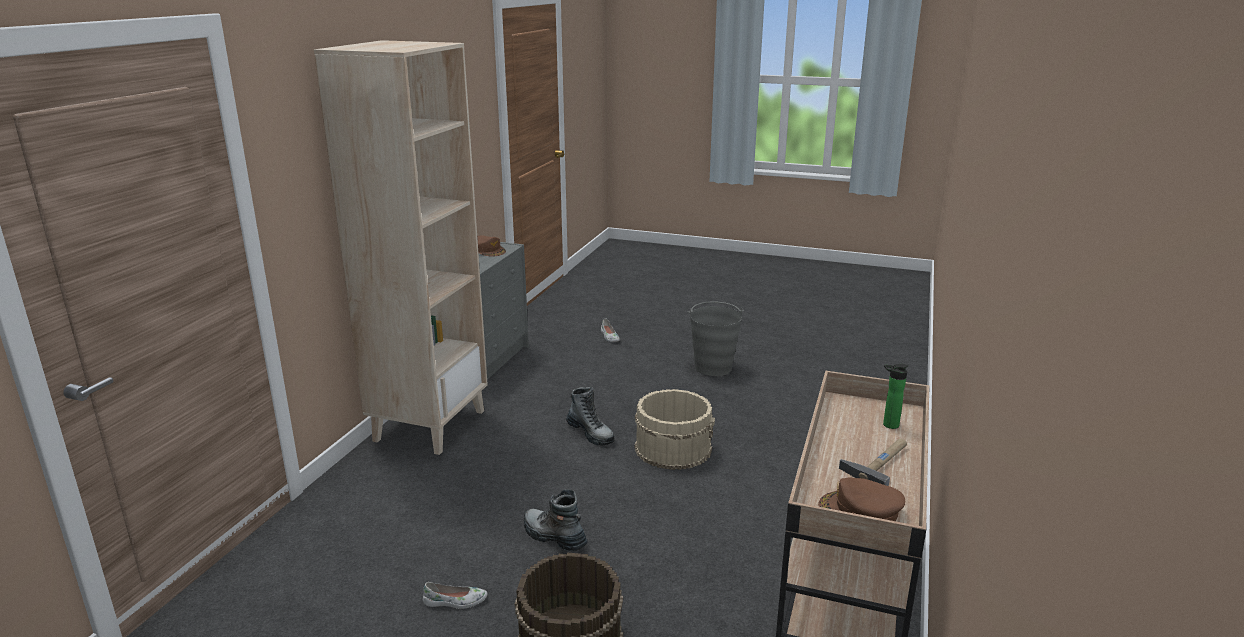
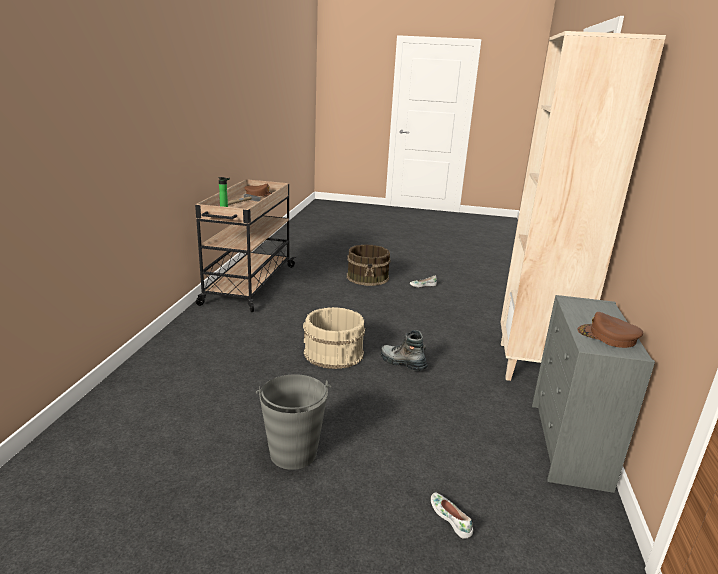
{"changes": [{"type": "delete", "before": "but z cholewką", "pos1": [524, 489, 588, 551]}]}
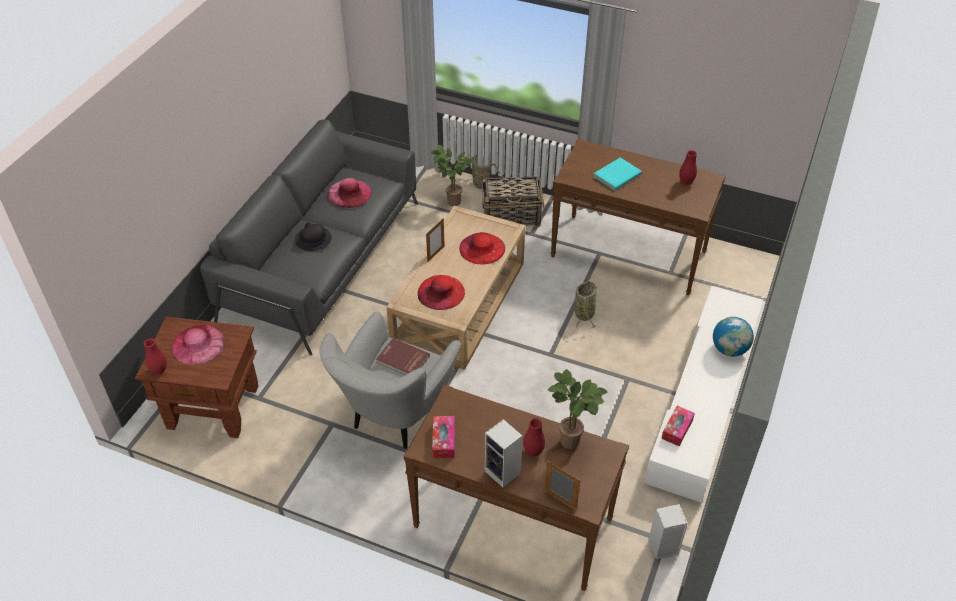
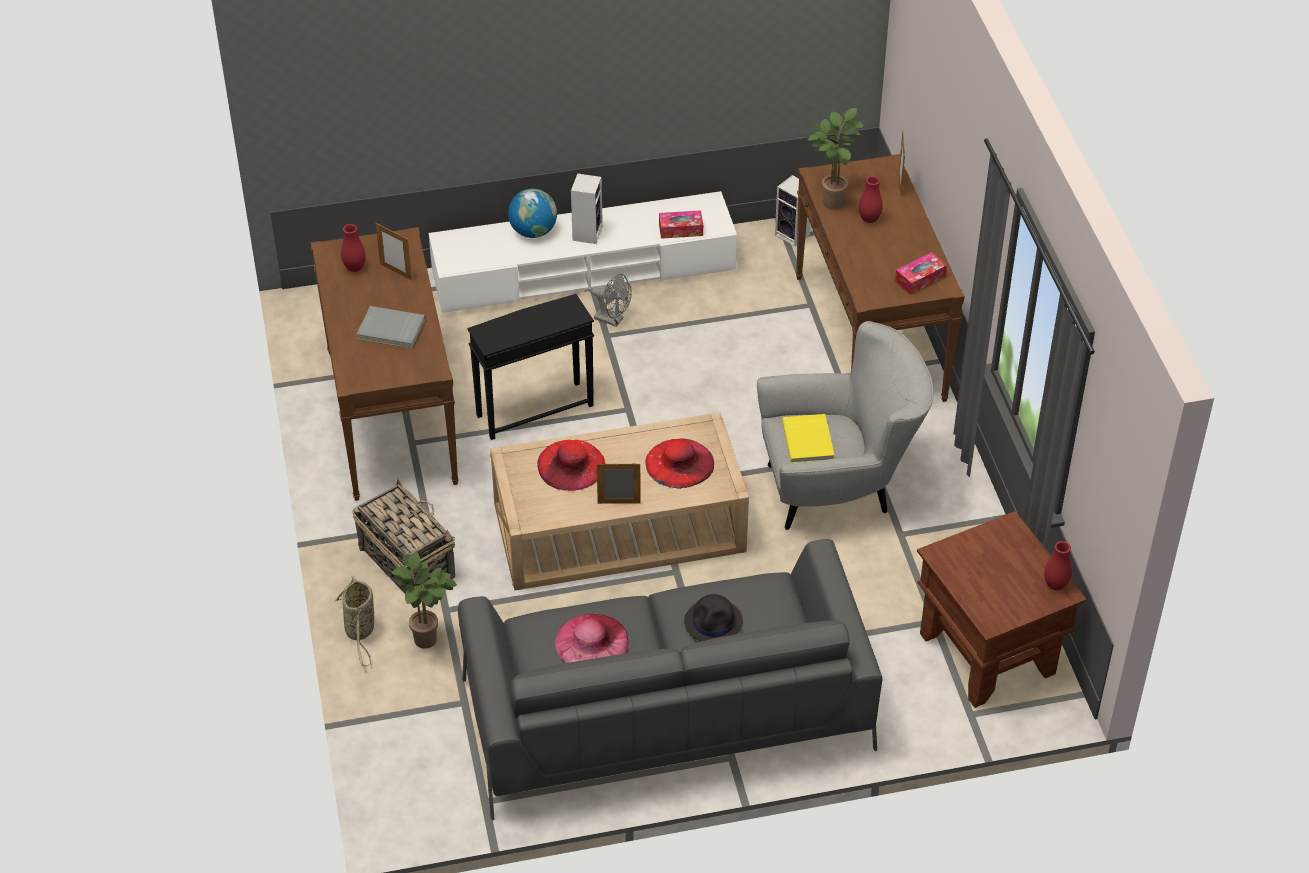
{"changes": [{"type": "recolor", "before": "książka (turkusowy)", "after": "książka (szary)", "pos1": [594, 157, 642, 191], "pos2": [357, 306, 425, 348]}, {"type": "insert", "after": "ramka na zdjęcie", "pos2": [376, 223, 412, 280]}, {"type": "replace", "before": "koszyk", "after": "stolik (czarny)", "pos1": [575, 281, 597, 330], "pos2": [467, 294, 594, 440]}, {"type": "move", "before": "głośnik", "pos1": [485, 419, 523, 488], "pos2": [571, 173, 603, 244]}, {"type": "insert", "after": "wentylator (szary)", "pos2": [591, 274, 632, 327]}, {"type": "recolor", "before": "książka (czerwony)", "after": "książka (żółty)", "pos1": [376, 338, 430, 375], "pos2": [782, 414, 834, 463]}, {"type": "delete", "before": "kapelusz (różowy)", "pos1": [172, 325, 225, 364]}]}
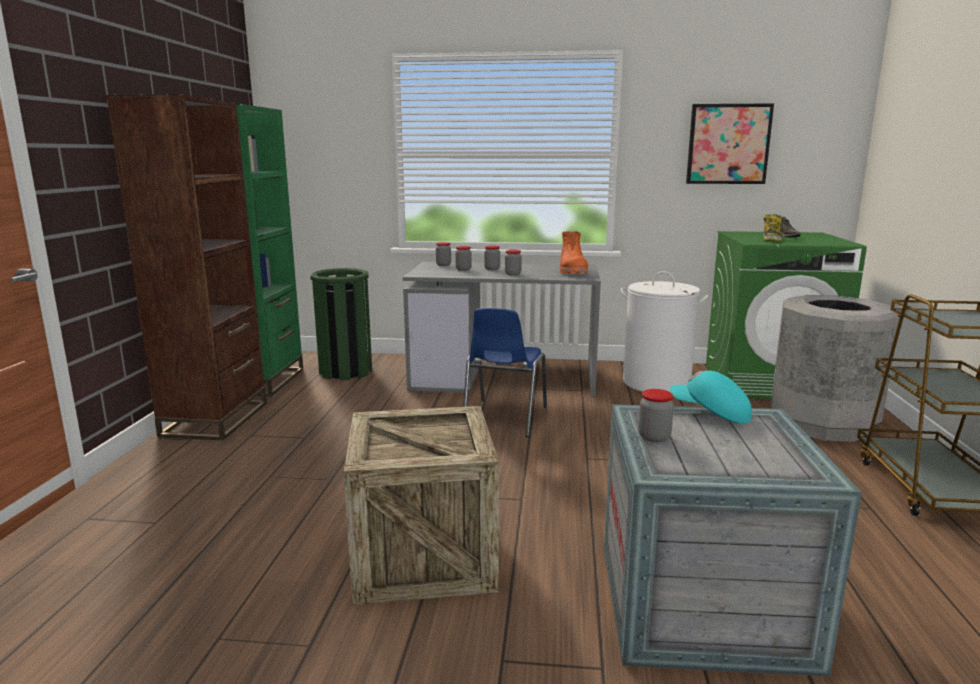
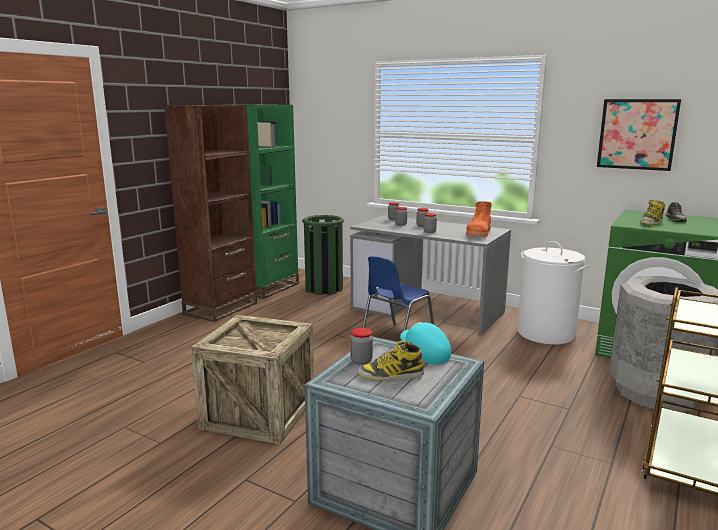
{"changes": [{"type": "insert", "after": "but z cholewką", "pos2": [358, 340, 424, 381]}]}
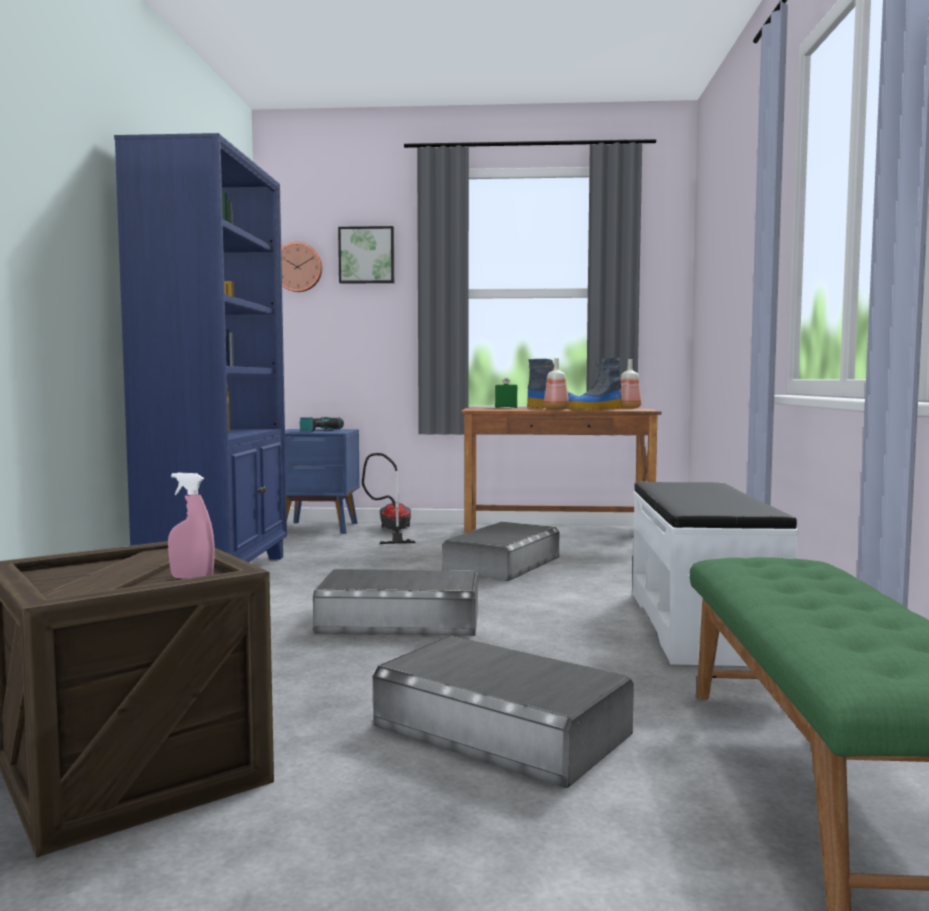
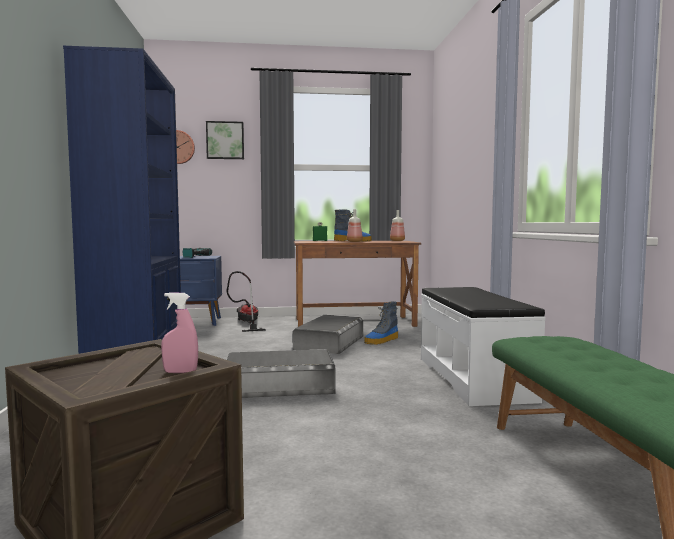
{"changes": [{"type": "move", "before": "but z cholewką", "pos1": [571, 358, 622, 410], "pos2": [364, 301, 398, 345]}, {"type": "delete", "before": "pojemnik do przechowywania (szary)", "pos1": [373, 636, 634, 788]}]}
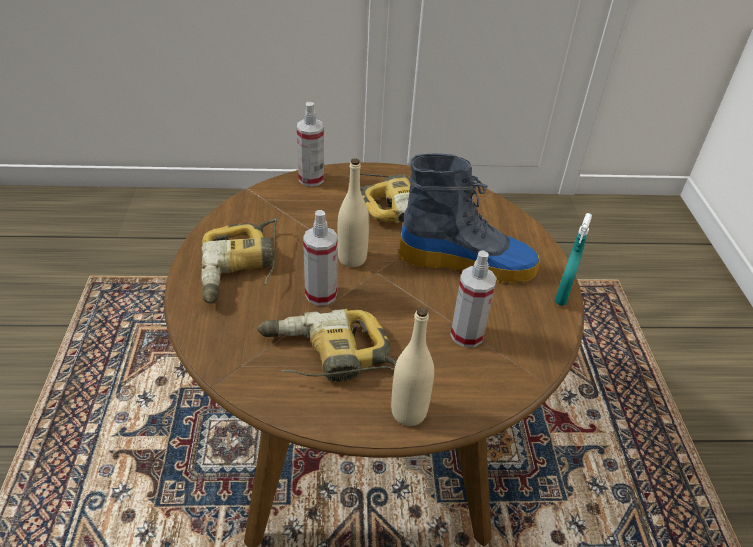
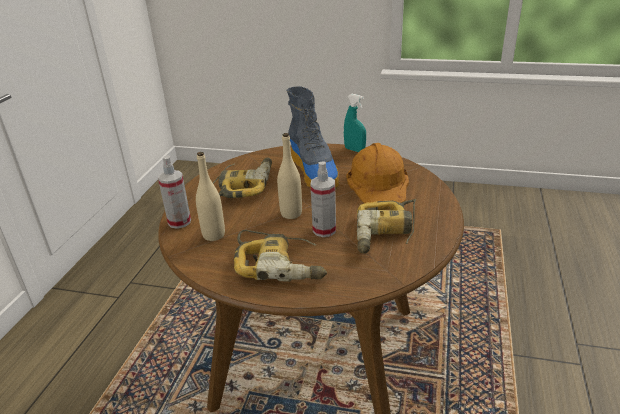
{"changes": [{"type": "move", "before": "butelka (beżowy)", "pos1": [391, 307, 434, 426], "pos2": [196, 152, 225, 241]}, {"type": "rotate", "before": "but z cholewką", "pos1": [398, 153, 540, 284], "pos2": [286, 86, 339, 190], "turn": 135}, {"type": "replace", "before": "spryskiwacz", "after": "kask (pomarańczowy)", "pos1": [450, 250, 497, 347], "pos2": [346, 143, 409, 203]}]}
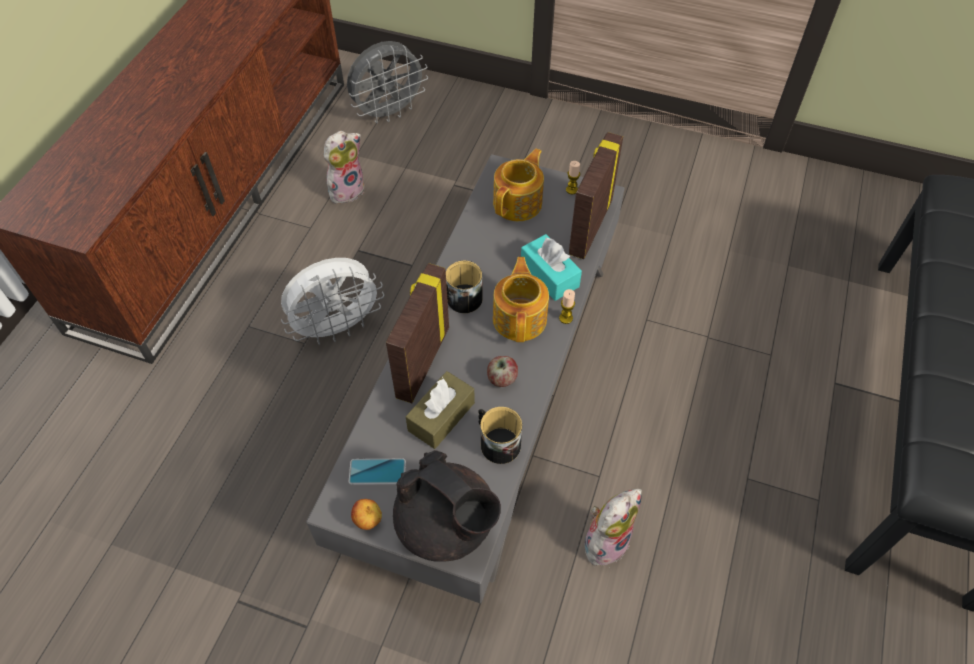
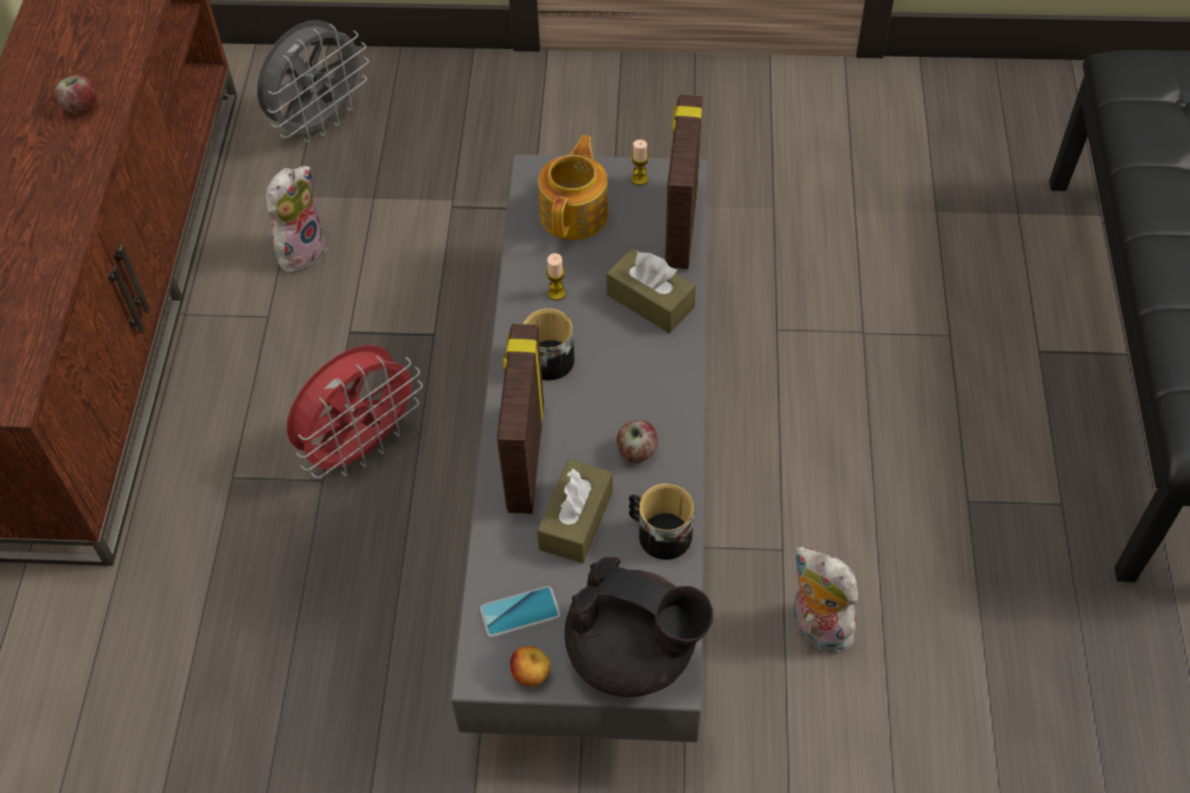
{"changes": [{"type": "insert", "after": "jabłko", "pos2": [54, 75, 96, 114]}, {"type": "recolor", "before": "wentylator (biały)", "after": "wentylator (czerwony)", "pos1": [281, 258, 384, 345], "pos2": [287, 345, 423, 479]}, {"type": "move", "before": "świeca", "pos1": [559, 289, 575, 324], "pos2": [546, 253, 566, 300]}, {"type": "recolor", "before": "pudełko chusteczek (turkusowy)", "after": "pudełko chusteczek (brązowy)", "pos1": [521, 234, 582, 301], "pos2": [606, 248, 696, 333]}, {"type": "rotate", "before": "pluszak", "pos1": [584, 489, 642, 566], "pos2": [793, 547, 858, 654], "turn": -75}, {"type": "delete", "before": "imbryk", "pos1": [493, 257, 549, 342]}]}
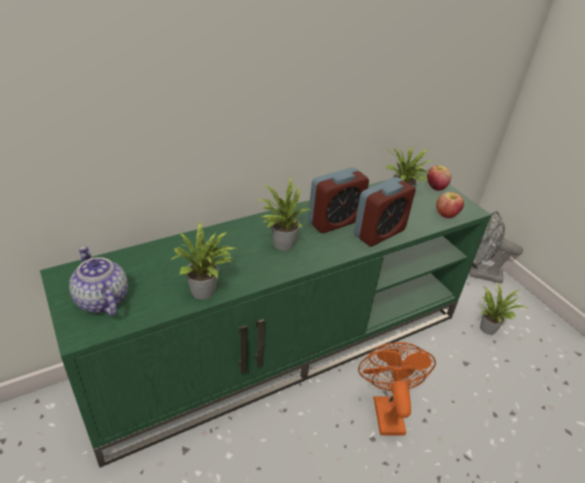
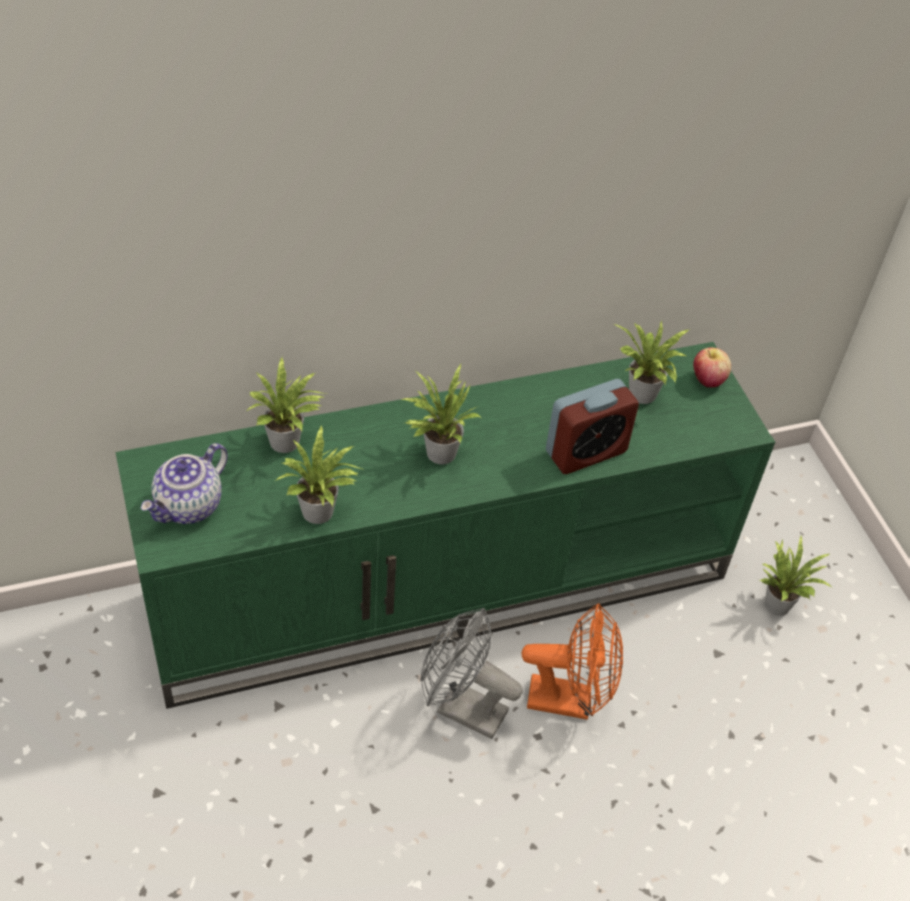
{"changes": [{"type": "rotate", "before": "imbryk", "pos1": [69, 246, 128, 316], "pos2": [141, 443, 228, 524], "turn": -120}, {"type": "insert", "after": "roślina doniczkowa", "pos2": [247, 357, 326, 453]}, {"type": "move", "before": "wentylator (szary)", "pos1": [470, 211, 523, 284], "pos2": [420, 608, 523, 739]}, {"type": "rotate", "before": "wentylator (pomarańczowy)", "pos1": [358, 342, 436, 436], "pos2": [521, 603, 623, 720], "turn": 90}, {"type": "delete", "before": "budzik", "pos1": [308, 167, 369, 233]}, {"type": "delete", "before": "jabłko", "pos1": [436, 192, 464, 218]}]}
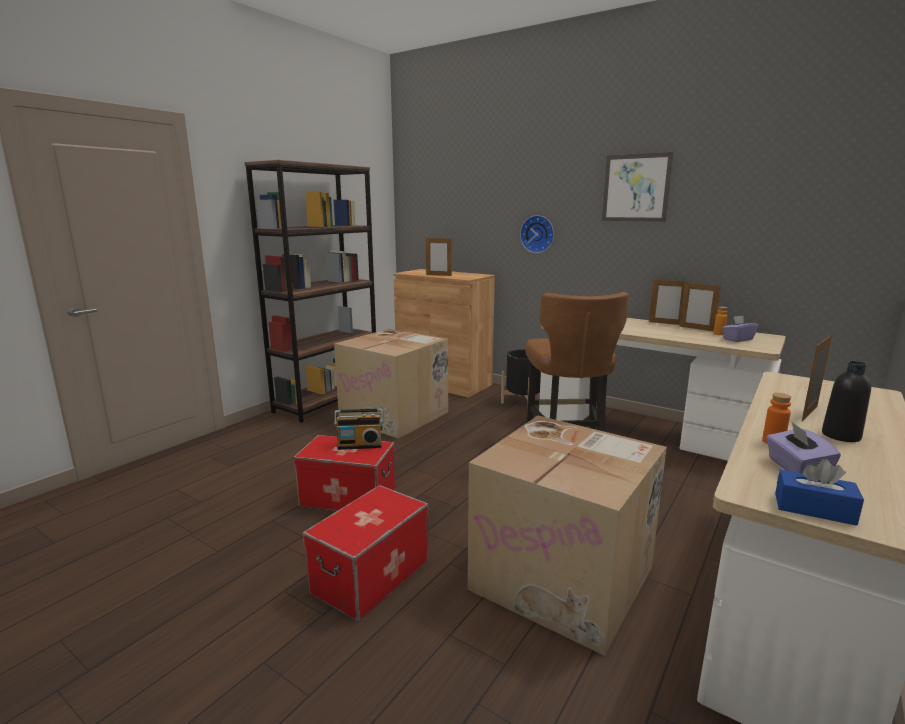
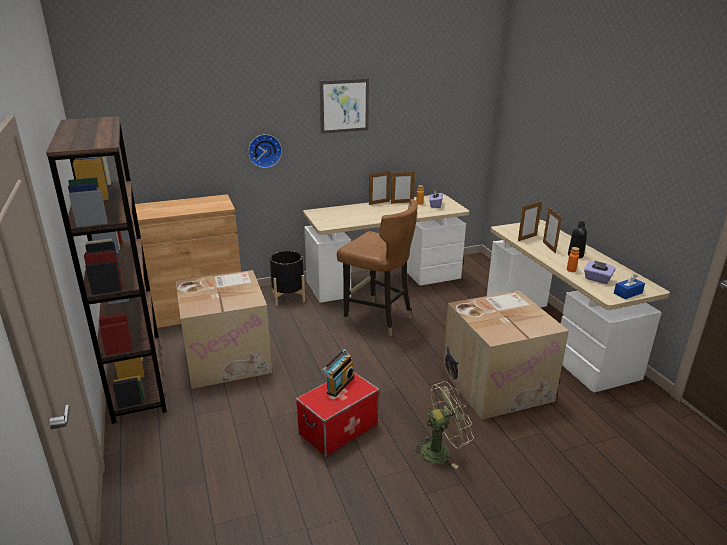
{"changes": [{"type": "replace", "before": "pojemnik do przechowywania", "after": "wentylator (zielony)", "pos1": [303, 485, 428, 622], "pos2": [411, 381, 474, 469]}, {"type": "move", "before": "ramka na zdjęcie", "pos1": [426, 237, 452, 276], "pos2": [518, 201, 542, 241]}]}
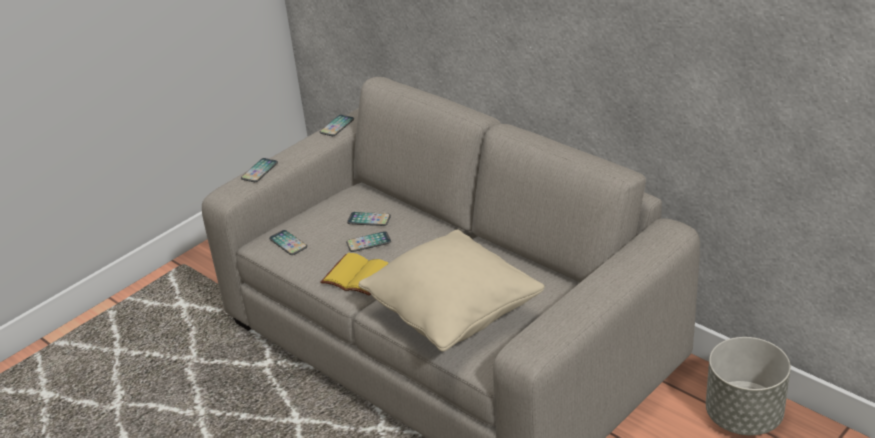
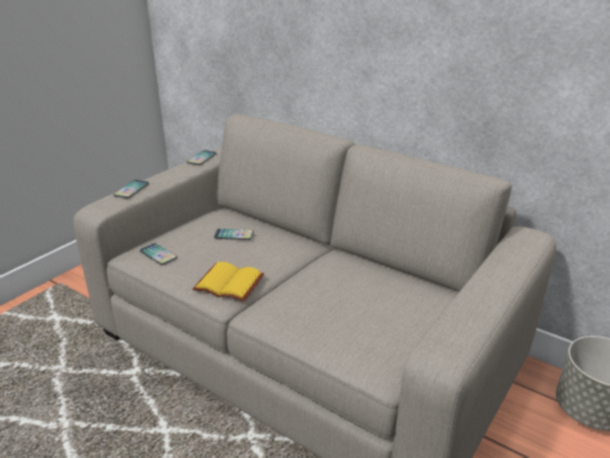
{"changes": [{"type": "delete", "before": "telefon", "pos1": [346, 231, 391, 252]}, {"type": "delete", "before": "poduszka (beżowy)", "pos1": [358, 229, 545, 351]}]}
